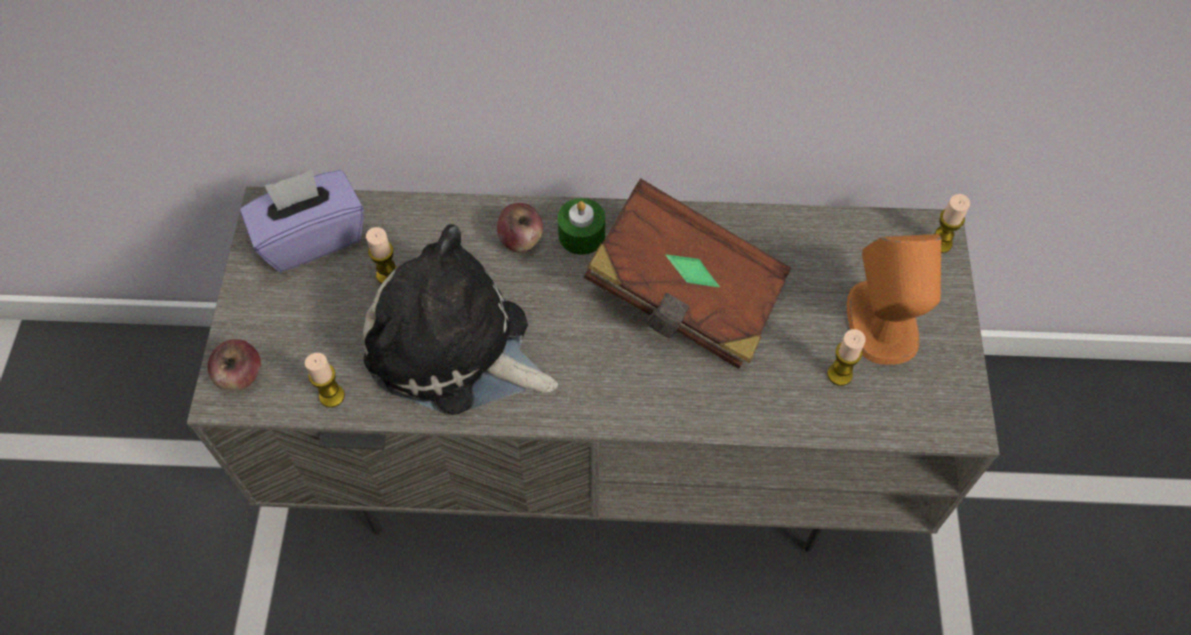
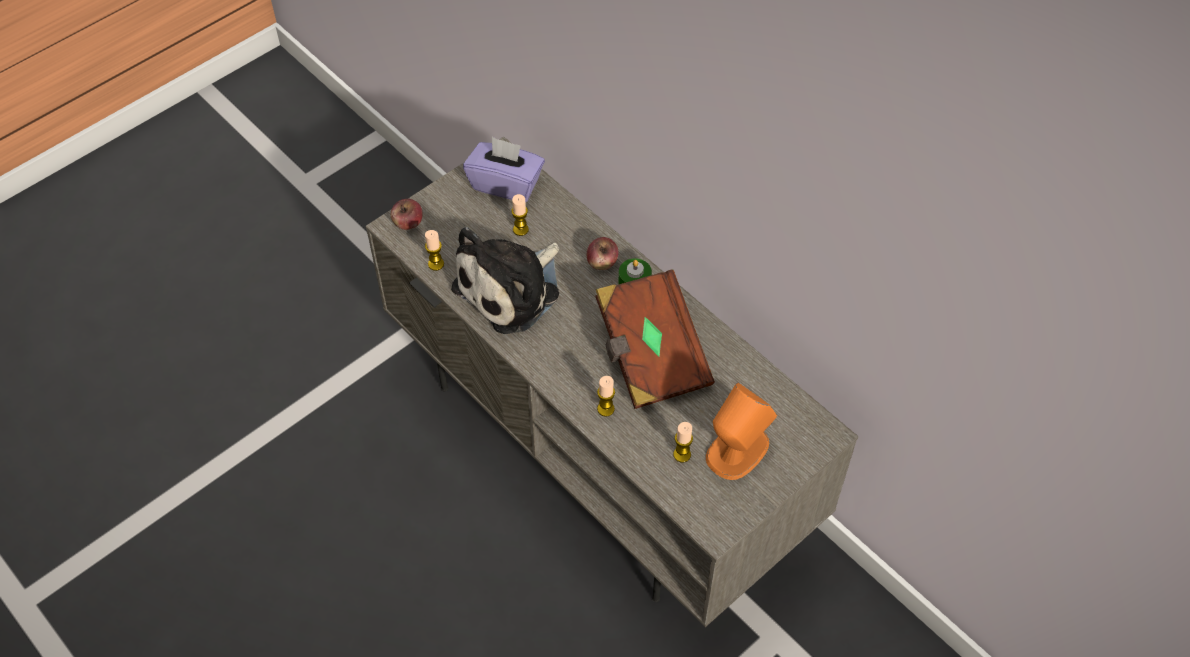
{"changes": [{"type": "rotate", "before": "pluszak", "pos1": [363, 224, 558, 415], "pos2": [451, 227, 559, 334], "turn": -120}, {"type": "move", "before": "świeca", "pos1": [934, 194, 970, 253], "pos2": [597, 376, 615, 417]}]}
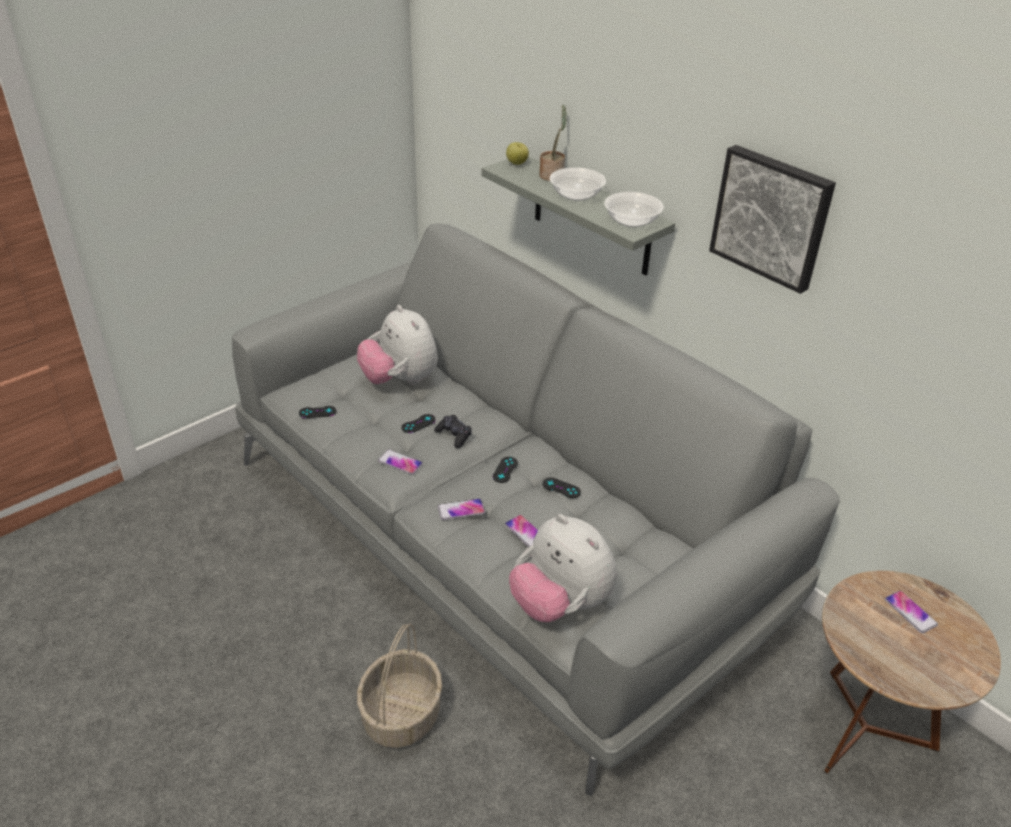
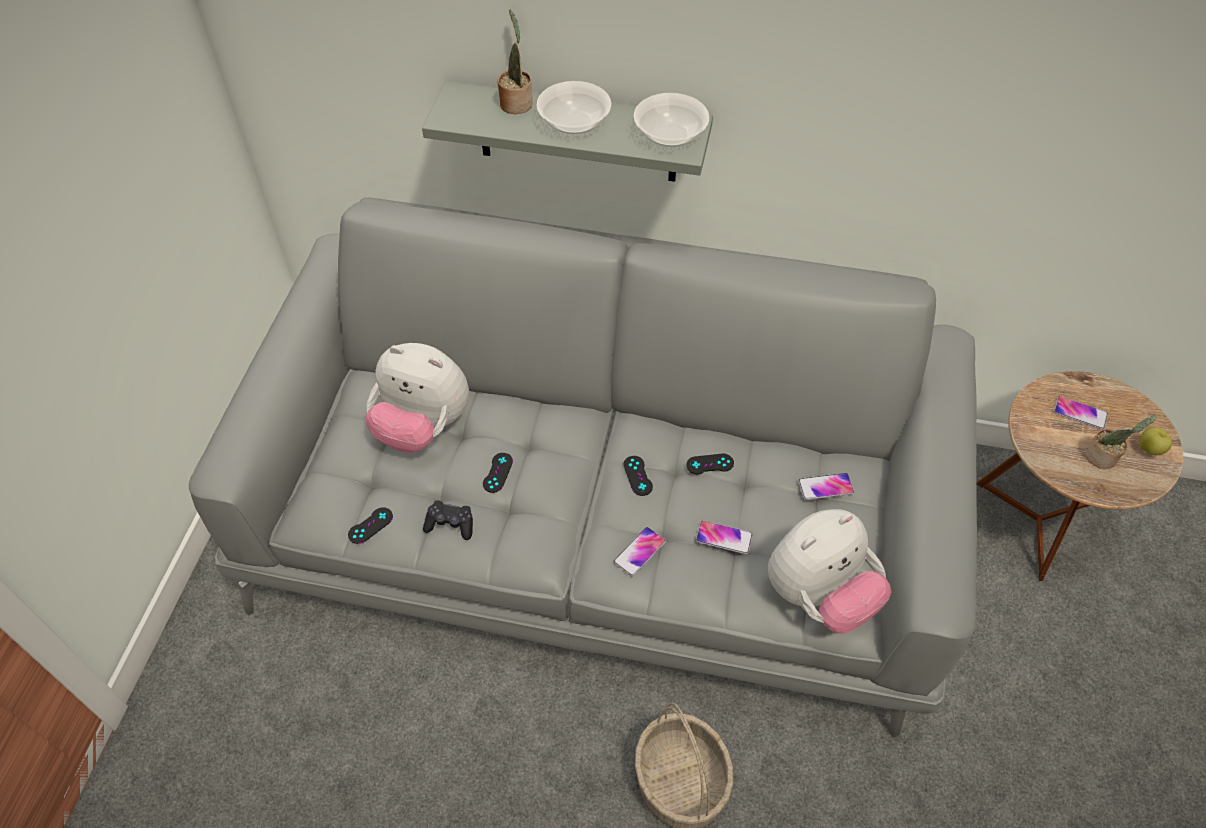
{"changes": [{"type": "move", "before": "pad do gier (czarny)", "pos1": [434, 415, 472, 448], "pos2": [423, 501, 473, 540]}, {"type": "rotate", "before": "pluszak", "pos1": [509, 514, 617, 622], "pos2": [768, 509, 891, 634], "turn": -45}, {"type": "move", "before": "telefon", "pos1": [378, 449, 423, 475], "pos2": [798, 473, 854, 500]}, {"type": "insert", "after": "roślina doniczkowa", "pos2": [1086, 415, 1156, 469]}, {"type": "move", "before": "jabłko", "pos1": [506, 142, 529, 165], "pos2": [1139, 427, 1172, 455]}, {"type": "delete", "before": "obraz", "pos1": [709, 145, 836, 294]}]}
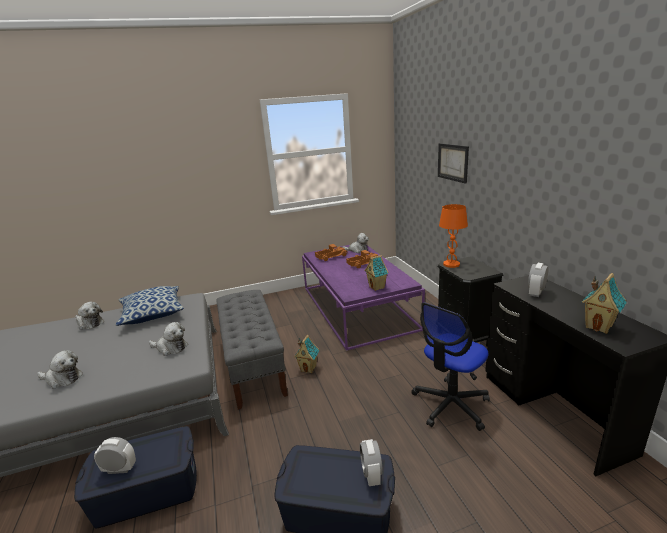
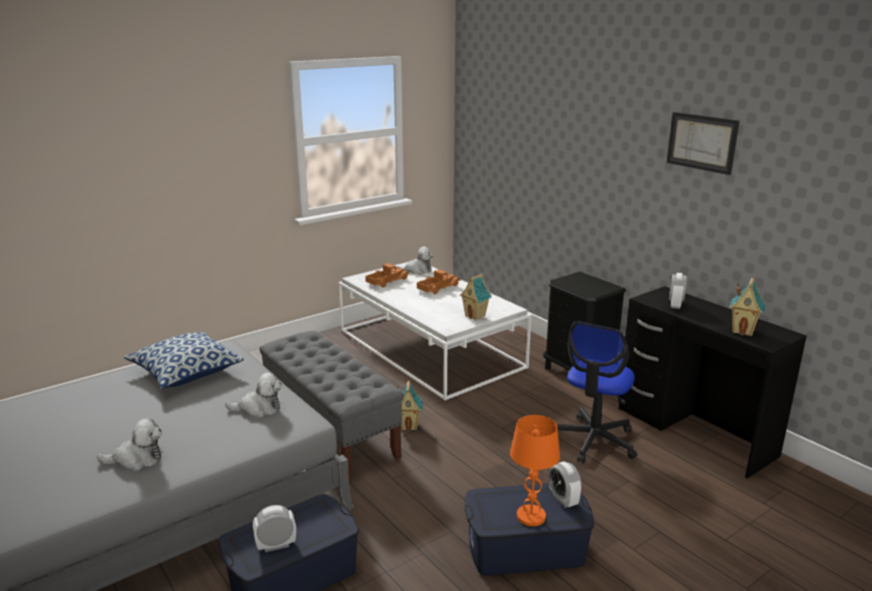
{"changes": [{"type": "recolor", "before": "ława (fioletowy)", "after": "ława (biały)", "pos1": [302, 245, 425, 351], "pos2": [338, 262, 532, 401]}, {"type": "move", "before": "lampa stołowa (pomarańczowy)", "pos1": [439, 204, 468, 268], "pos2": [510, 415, 560, 526]}, {"type": "move", "before": "obraz", "pos1": [438, 143, 469, 184], "pos2": [666, 112, 740, 175]}, {"type": "delete", "before": "pluszak", "pos1": [75, 302, 104, 330]}]}
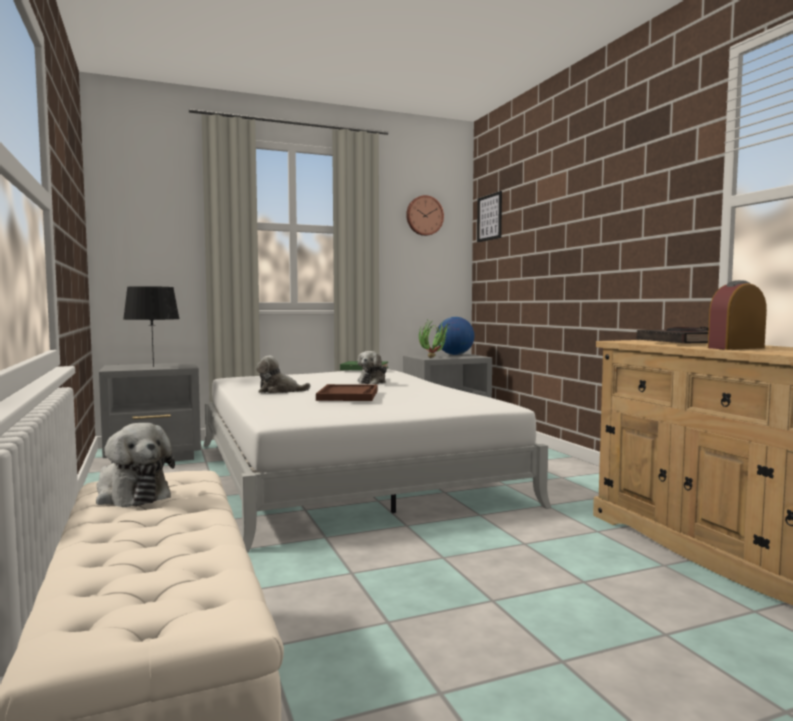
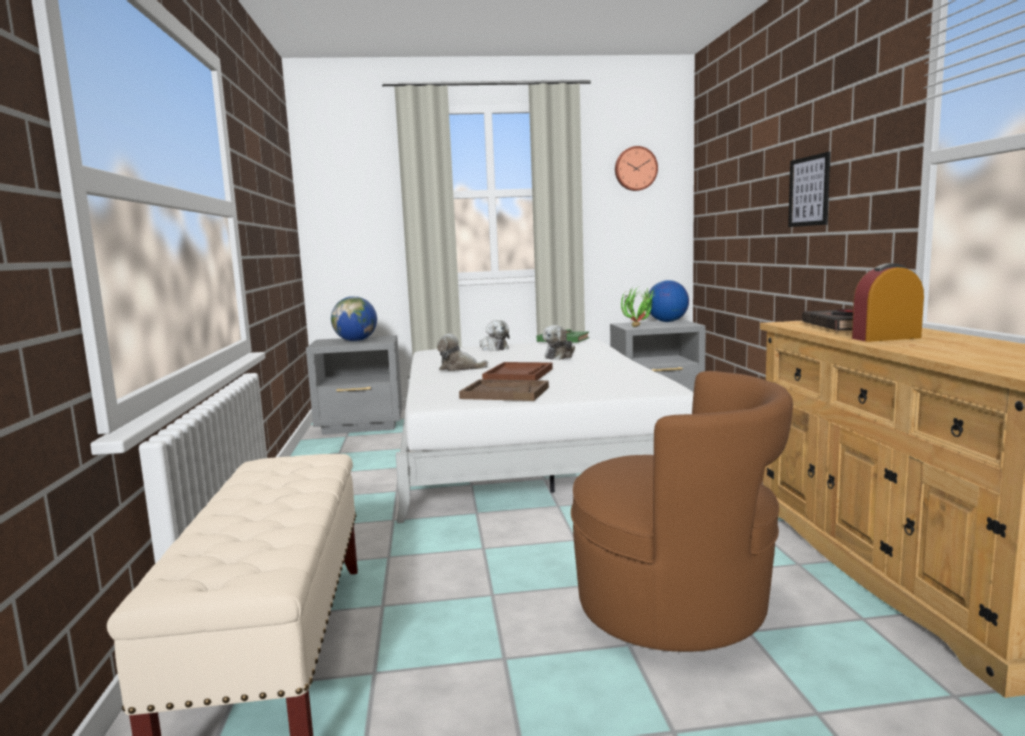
{"changes": [{"type": "replace", "before": "lampa stołowa (czarny)", "after": "globus", "pos1": [123, 286, 180, 367], "pos2": [331, 296, 377, 342]}, {"type": "insert", "after": "taca (brązowy)", "pos2": [459, 379, 549, 401]}, {"type": "move", "before": "pluszak", "pos1": [96, 423, 175, 507], "pos2": [480, 320, 509, 351]}, {"type": "insert", "after": "fotel (brązowy)", "pos2": [571, 371, 793, 652]}, {"type": "move", "before": "obraz", "pos1": [477, 191, 502, 242], "pos2": [788, 152, 830, 227]}]}
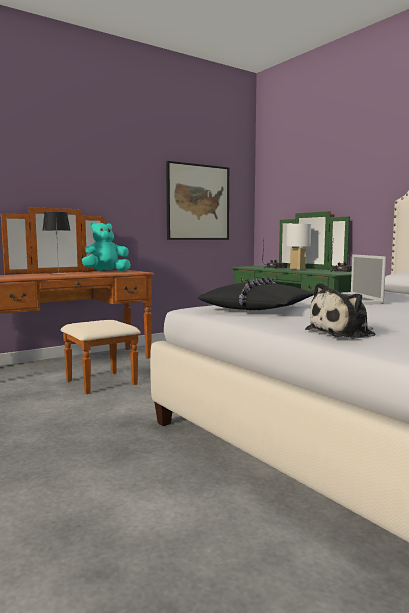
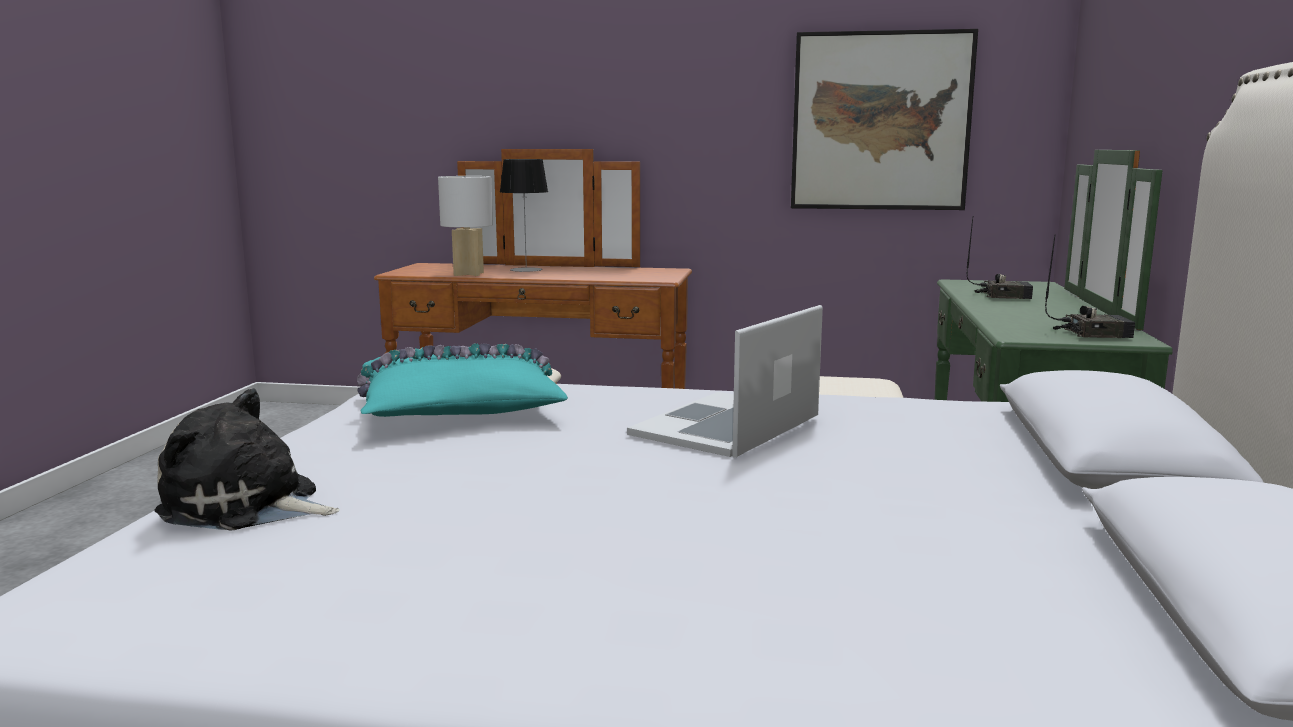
{"changes": [{"type": "recolor", "before": "poduszka (czarny)", "after": "poduszka (turkusowy)", "pos1": [198, 277, 314, 310], "pos2": [357, 343, 568, 417]}, {"type": "move", "before": "lampa stołowa (biały)", "pos1": [286, 224, 311, 270], "pos2": [438, 176, 493, 276]}, {"type": "delete", "before": "pluszak (turkusowy)", "pos1": [82, 222, 131, 271]}]}
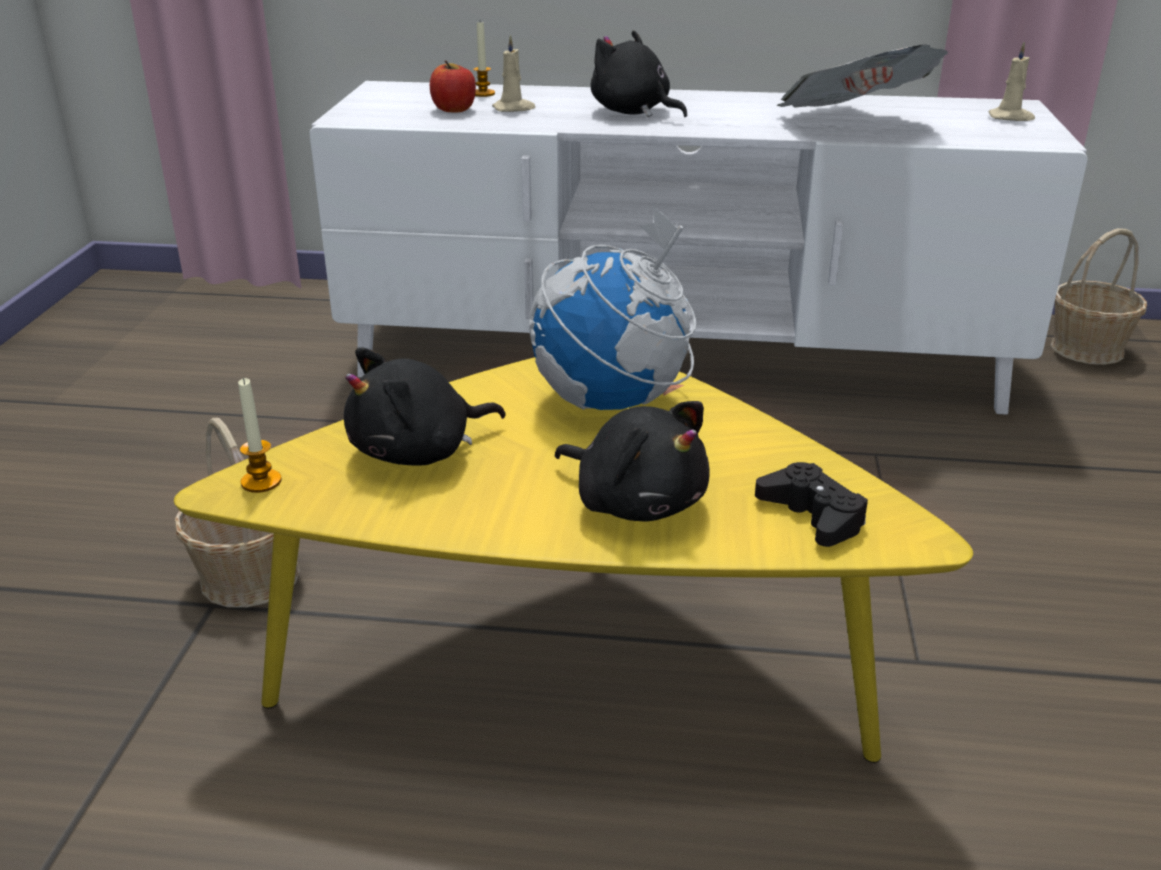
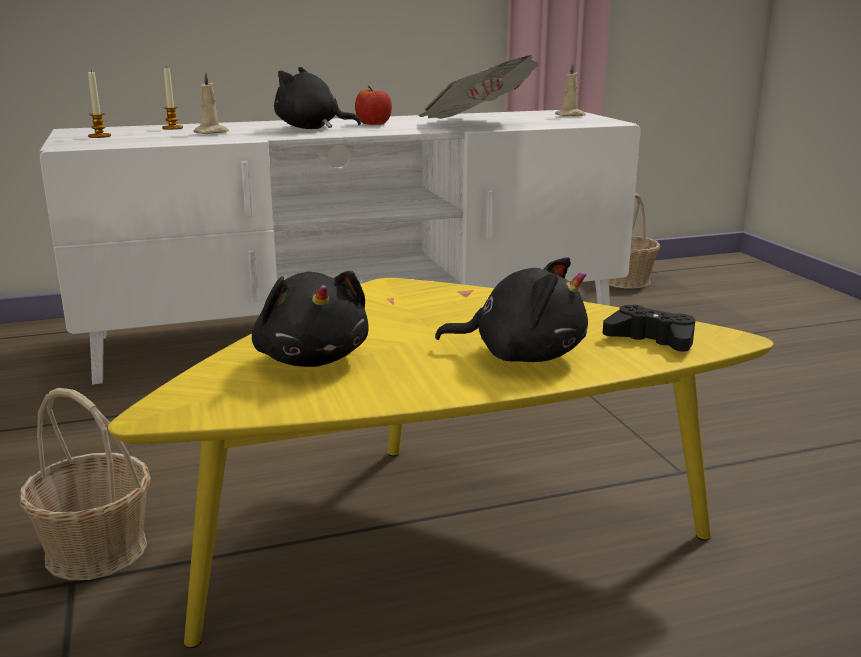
{"changes": [{"type": "move", "before": "świeca", "pos1": [238, 377, 282, 493], "pos2": [88, 71, 111, 138]}, {"type": "rotate", "before": "pluszak (czarny)", "pos1": [344, 347, 506, 466], "pos2": [252, 271, 369, 367], "turn": -60}, {"type": "move", "before": "jabłko", "pos1": [430, 60, 476, 113], "pos2": [355, 86, 392, 125]}, {"type": "delete", "before": "globus", "pos1": [529, 204, 696, 410]}]}
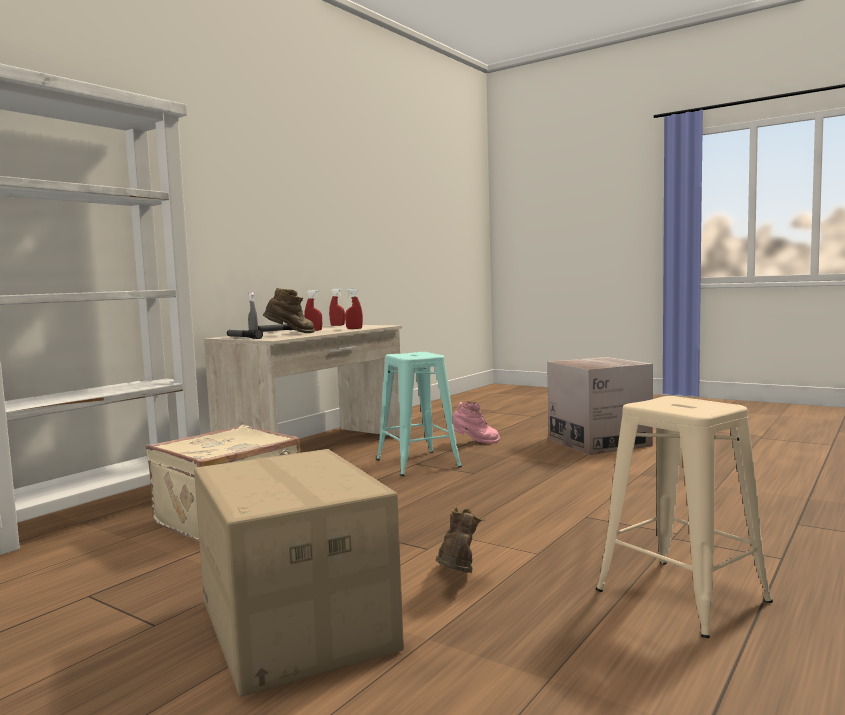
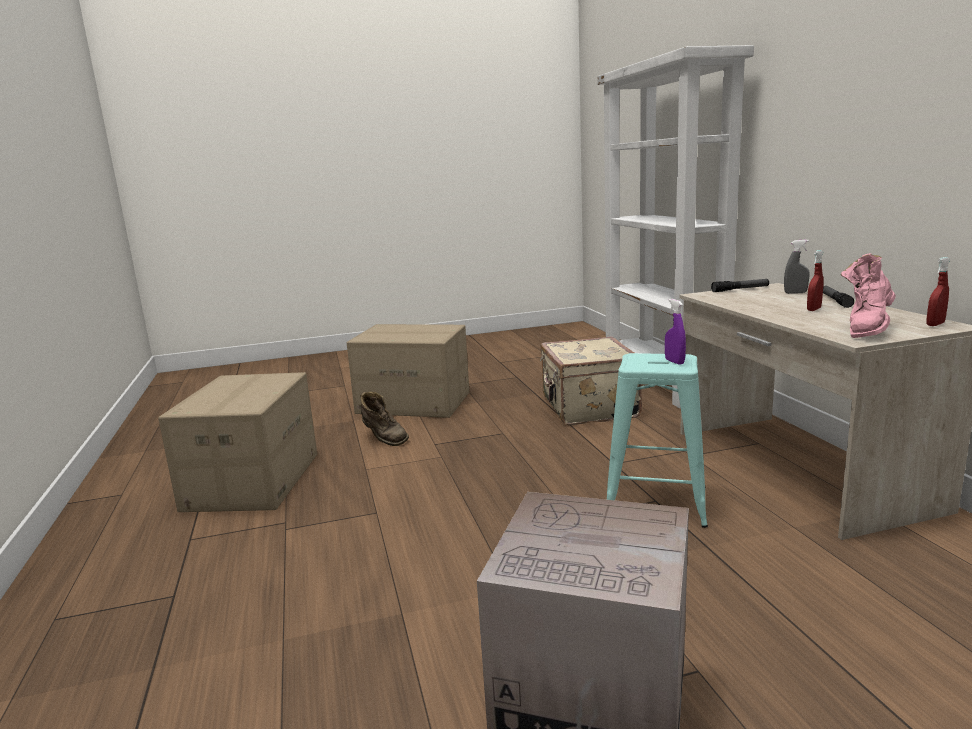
{"changes": [{"type": "replace", "before": "stołek (beżowy)", "after": "karton", "pos1": [596, 396, 773, 638], "pos2": [158, 372, 317, 512]}, {"type": "insert", "after": "spryskiwacz (fioletowy)", "pos2": [665, 299, 686, 365]}, {"type": "move", "before": "but z cholewką (różowy)", "pos1": [453, 401, 500, 443], "pos2": [841, 253, 896, 338]}, {"type": "delete", "before": "but z cholewką (brązowy)", "pos1": [263, 288, 315, 333]}, {"type": "delete", "before": "spryskiwacz (czerwony)", "pos1": [345, 289, 363, 329]}]}
